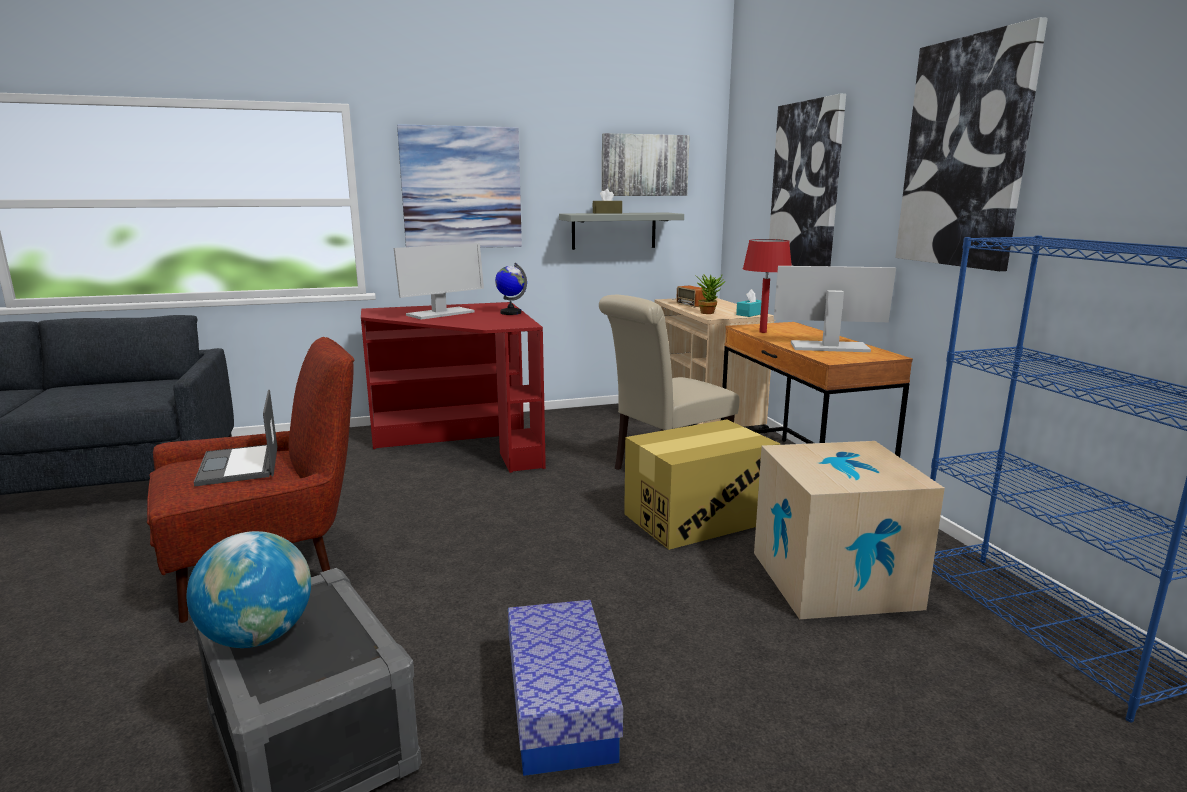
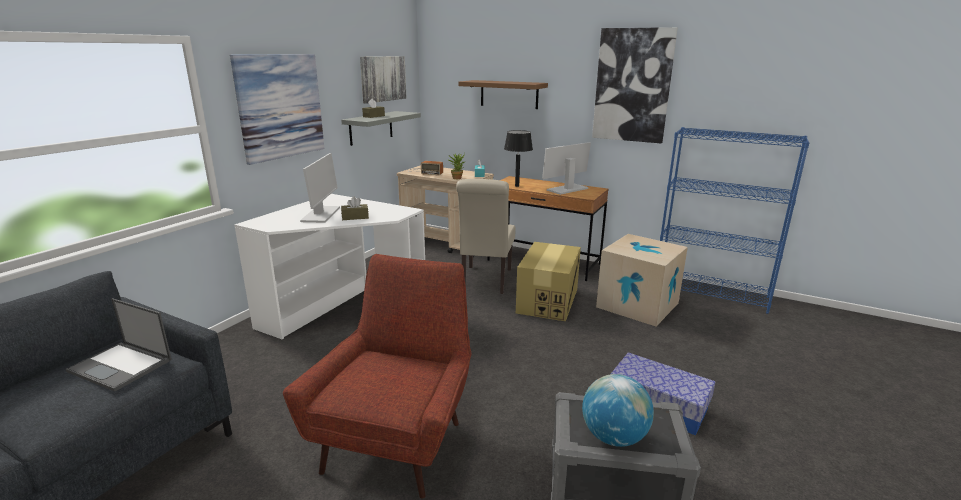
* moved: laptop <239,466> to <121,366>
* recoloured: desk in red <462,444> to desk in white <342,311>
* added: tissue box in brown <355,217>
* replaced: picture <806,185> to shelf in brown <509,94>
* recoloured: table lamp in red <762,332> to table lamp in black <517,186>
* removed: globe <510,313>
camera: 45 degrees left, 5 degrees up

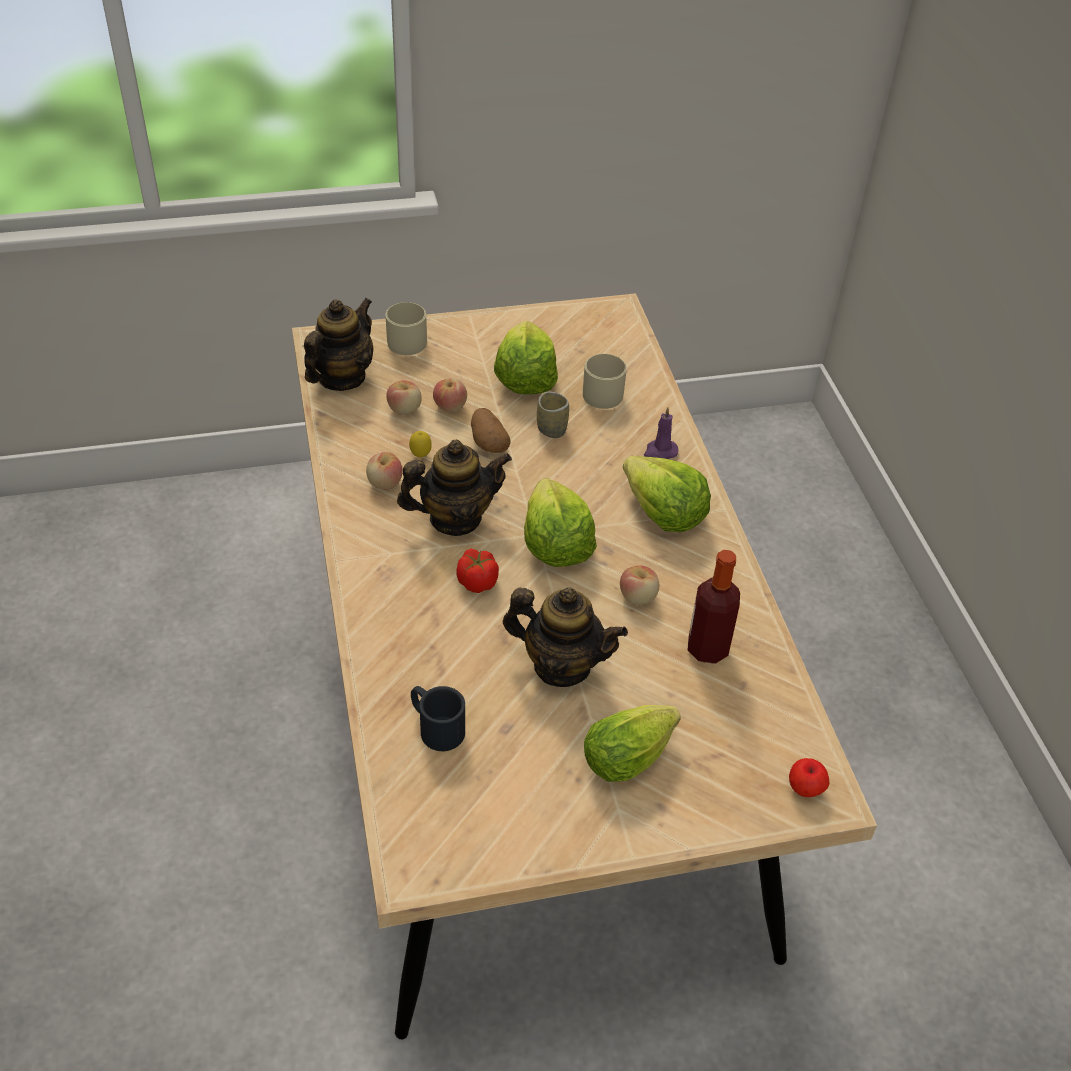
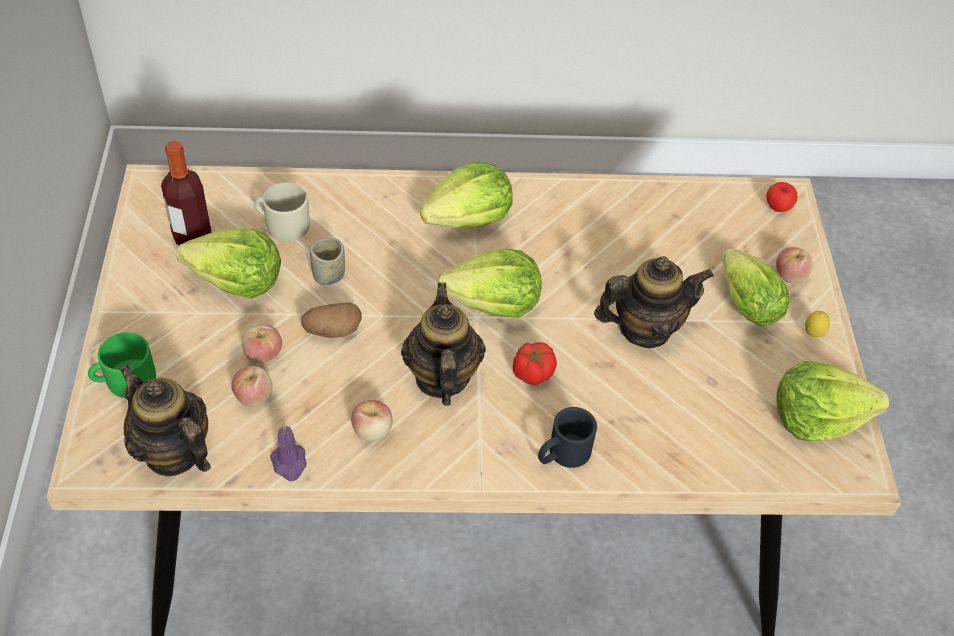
* recoloured: mug in beige <404,340> to mug in green <124,380>
* moved: bottle <707,649> to <192,236>
* moved: candle in purple <660,452> to <289,463>
* moved: mug in black <435,727> to <562,454>
* turned: teapot <561,665> = <644,328> 45 degrees clockwise
* moved: apple <638,597> to <789,275>
* added: lettuce <817,417>
* moved: lemon <420,456> to <812,334>
camera: 80 degrees left, 5 degrees up

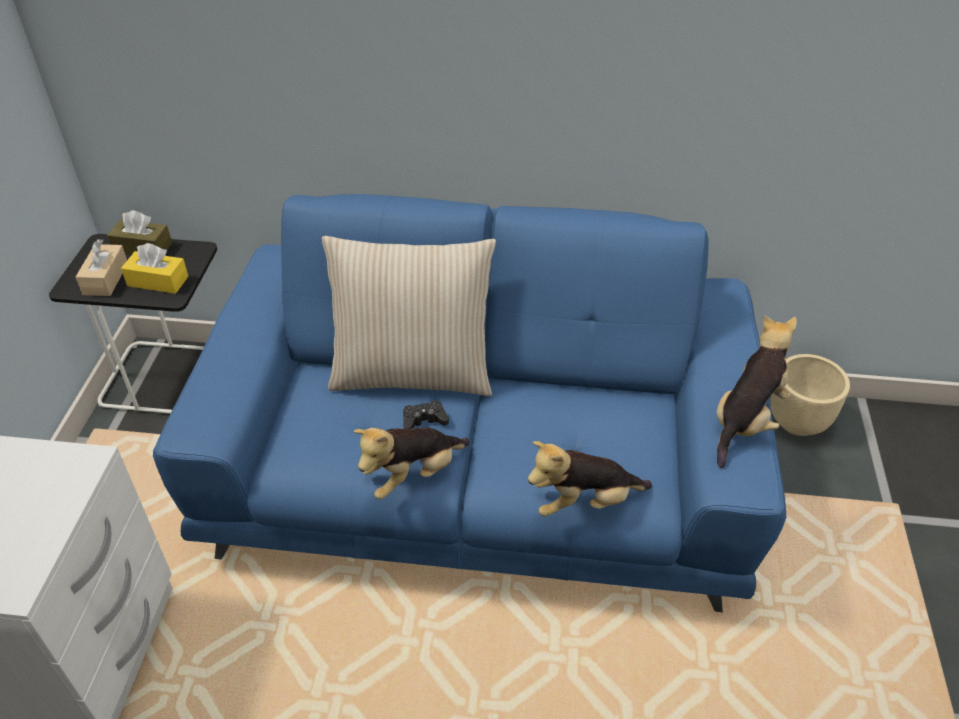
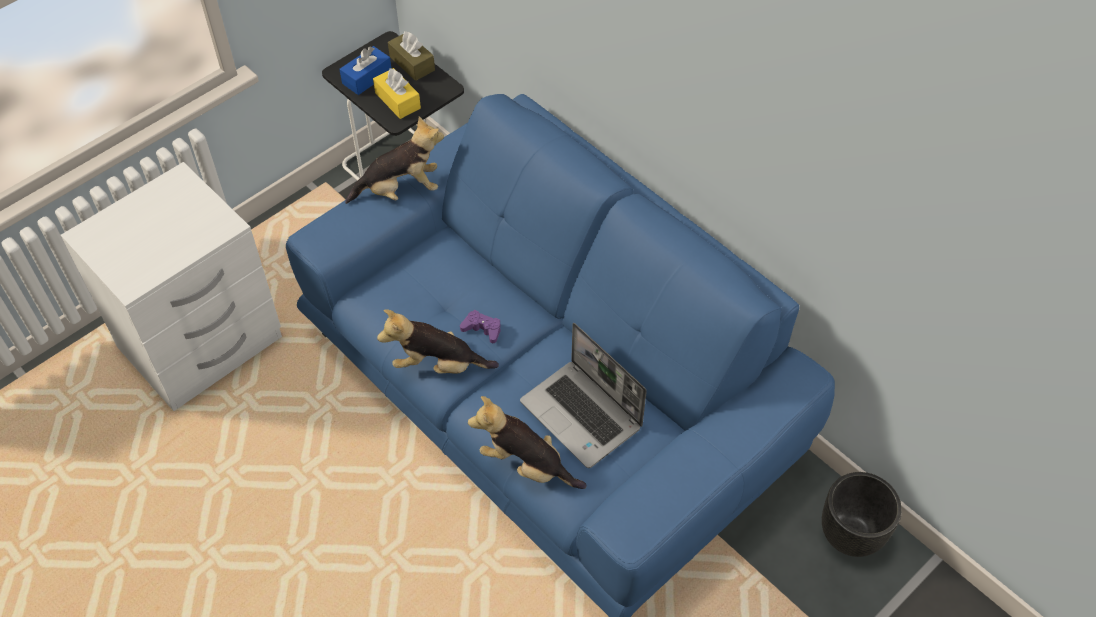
* recoloured: tissue box in beige <105,278> to tissue box in blue <367,77>
* moved: plush toy <746,420> to <401,190>
* recoloured: game controller in black <424,420> to game controller in purple <482,329>
* added: laptop <583,415>
* recoloured: planter in beige <797,422> to planter in black <851,535>
* removed: pillow in beige <412,373>
camera: 40 degrees right, 10 degrees up

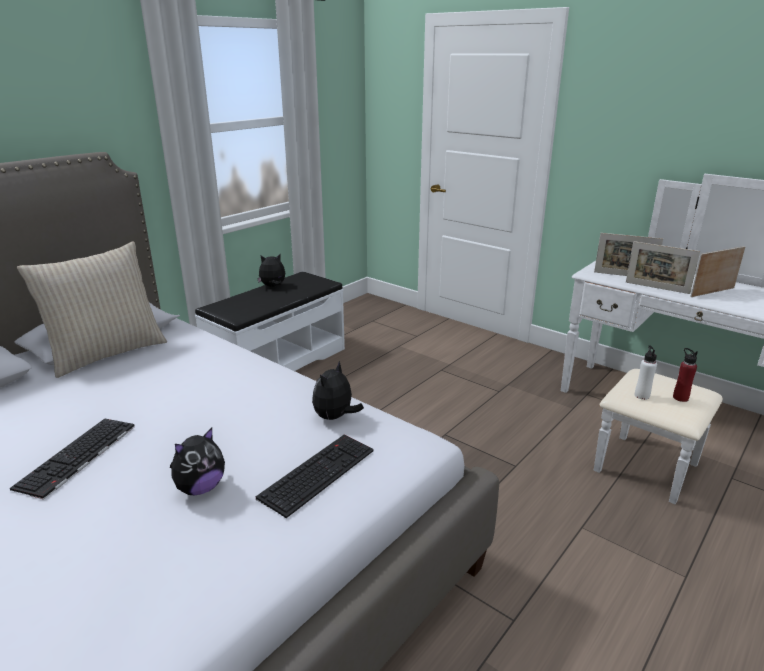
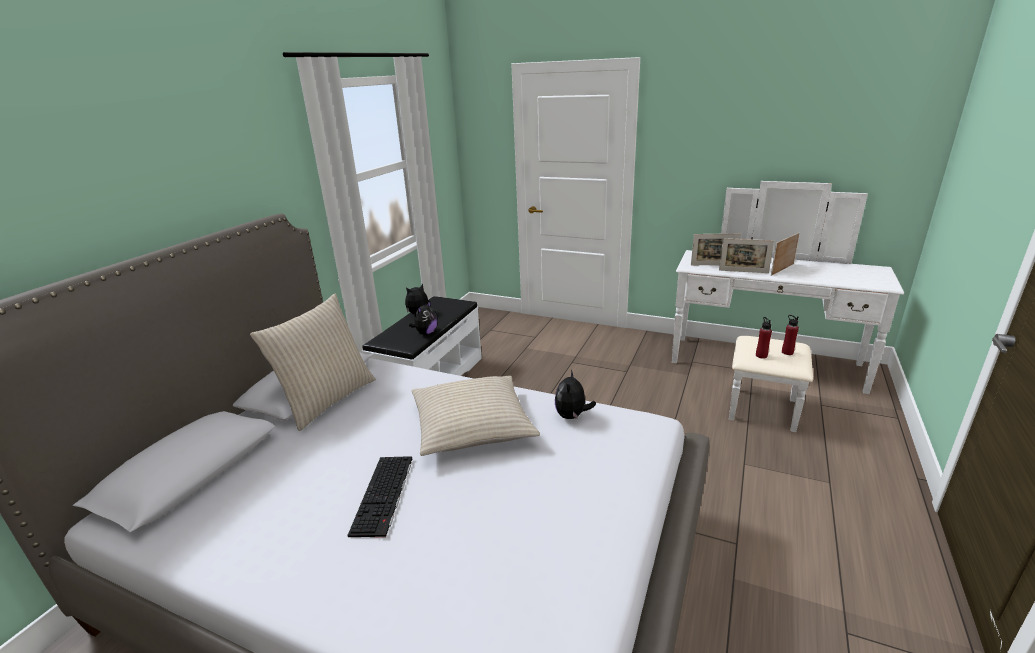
* moved: plush toy <200,488> to <426,333>
* added: pillow in beige <472,425>
* recoloured: bottle in white <642,395> to bottle in red <761,355>
* removed: keyboard <317,472>
camera: 15 degrees left, 0 degrees up

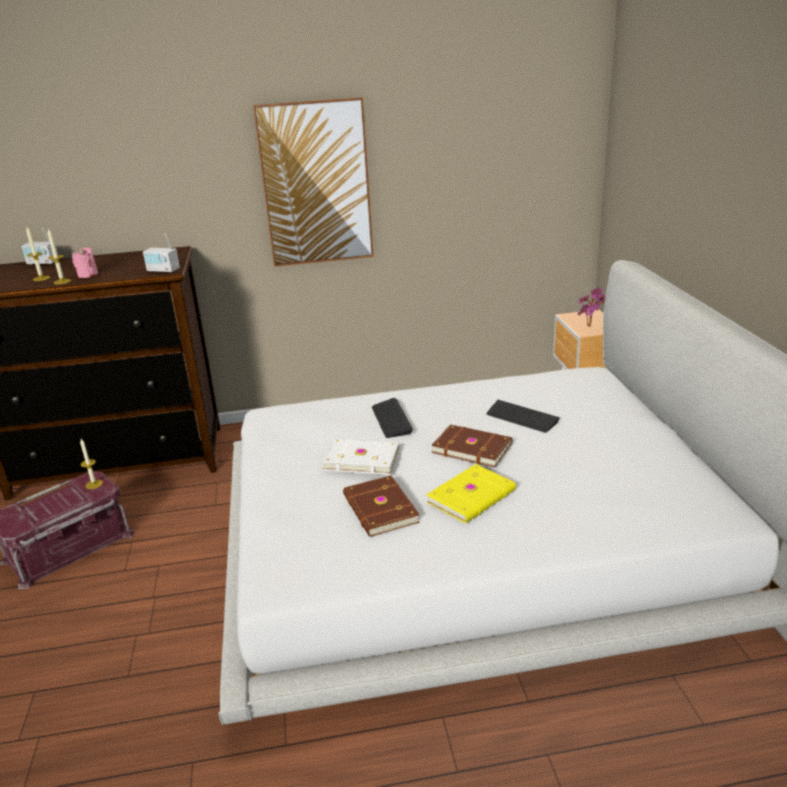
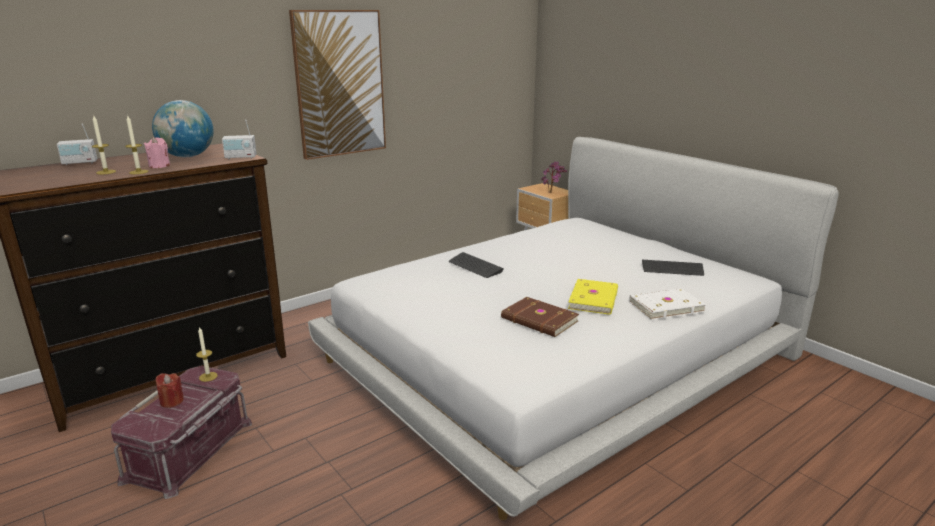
* added: globe <187,156>
* added: candle in red <171,401>
* moved: book in white <361,458> to <665,306>
* moved: keyboard <522,417> to <672,269>
* removed: book in brown <472,447>
camera: 30 degrees left, 5 degrees down

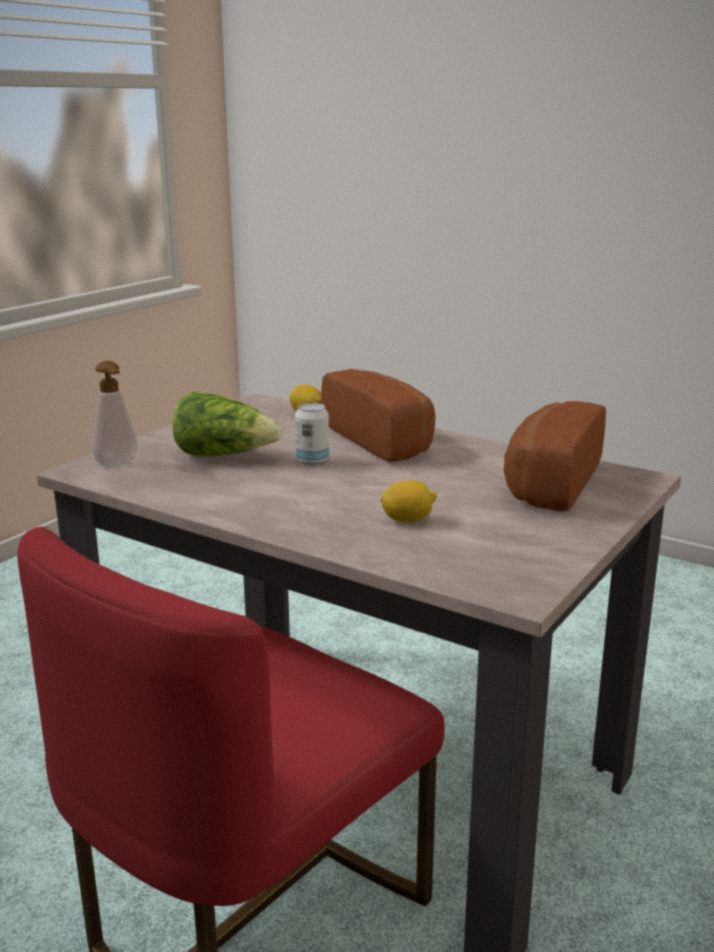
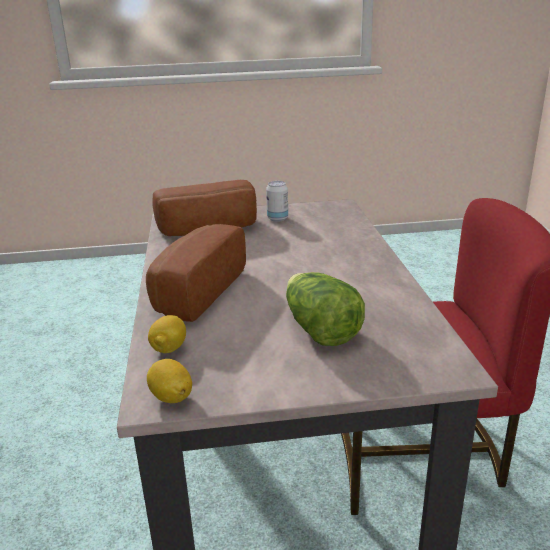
* moved: lemon <408,520> to <171,397>
* moved: can <312,461> to <277,218>
* removed: soap dispenser <118,465>
camera: 130 degrees left, 5 degrees up

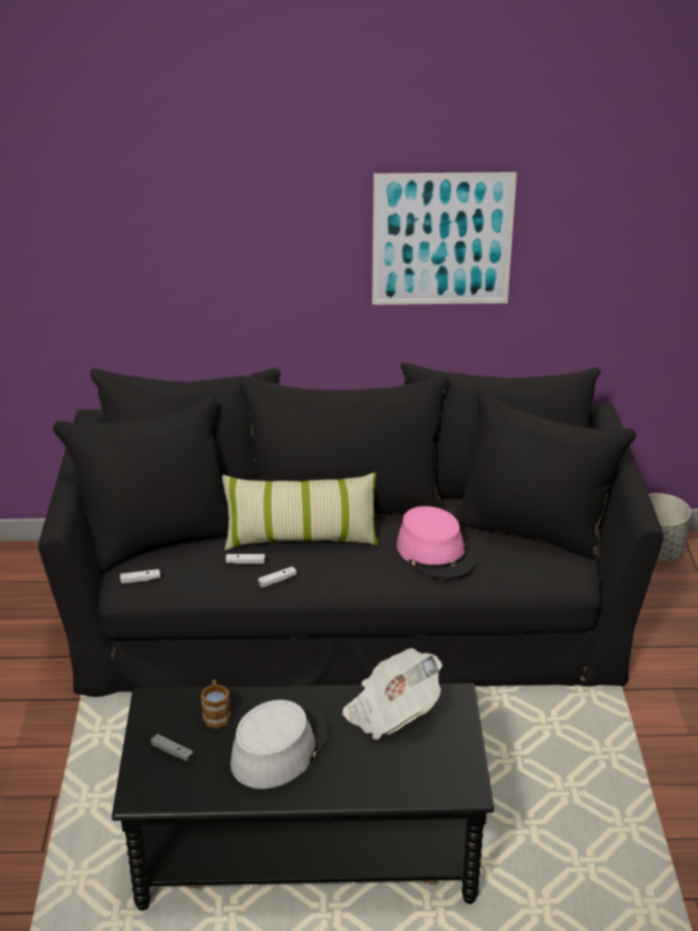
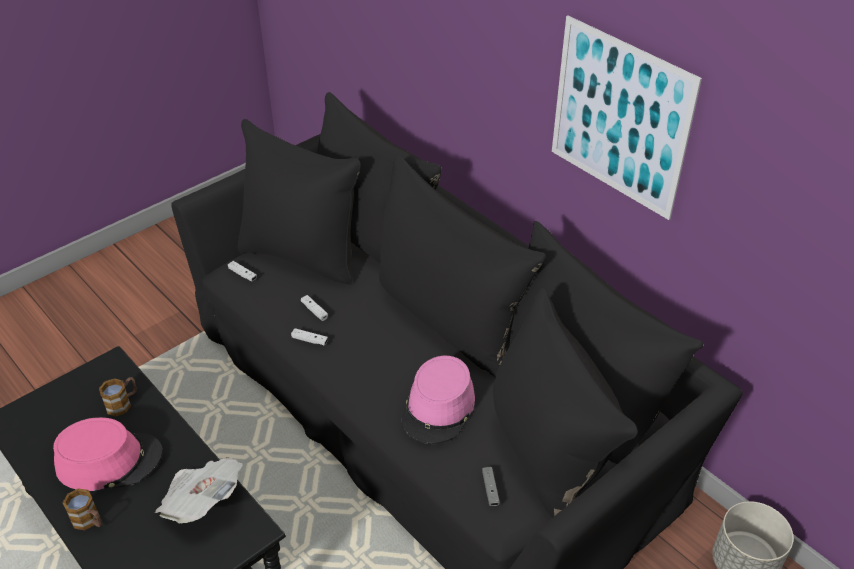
* recoloured: hat in grey <279,748> to hat in pink <109,461>
* added: mug <89,521>
* moved: game controller in grey <172,752> to <490,489>
* removed: pillow <301,538>
camera: 50 degrees right, 10 degrees up

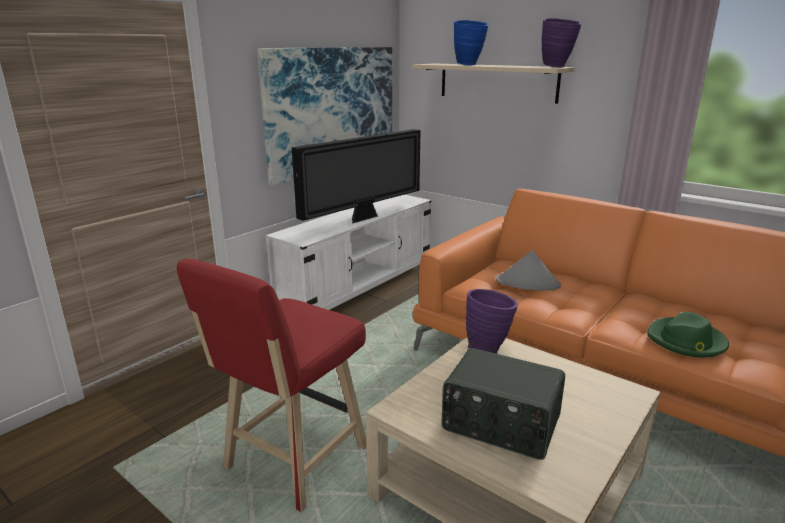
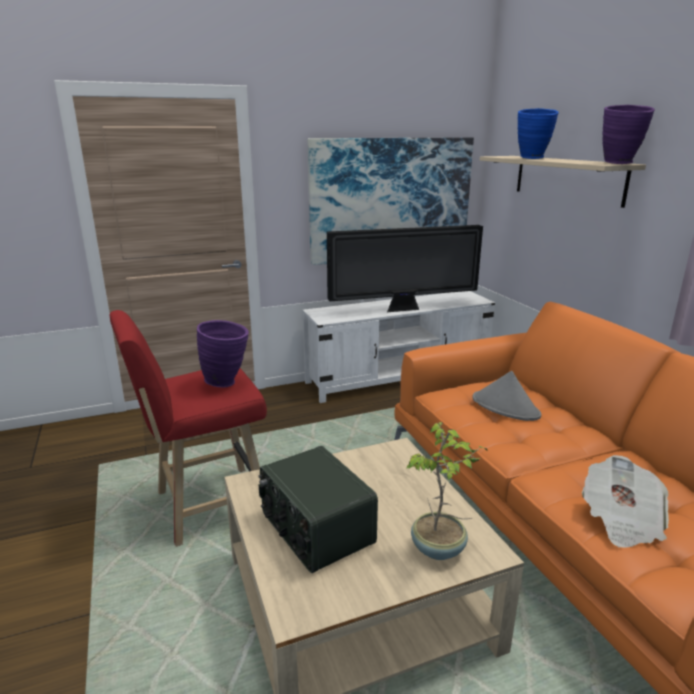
* moved: vase in purple <488,349> to <227,382>
* added: potted plant <439,549>
* replaced: hat in green <686,341> to newspaper <621,520>
camera: 30 degrees right, 0 degrees up

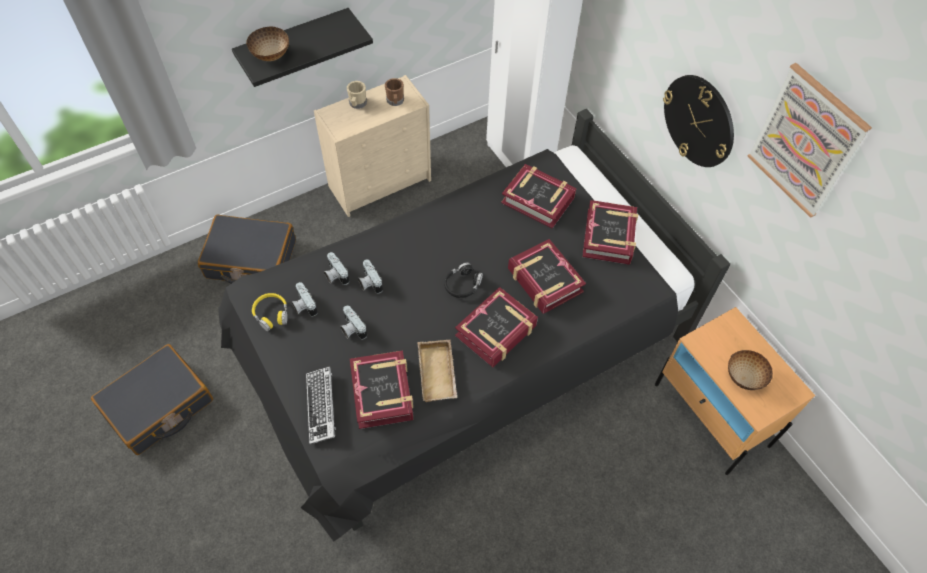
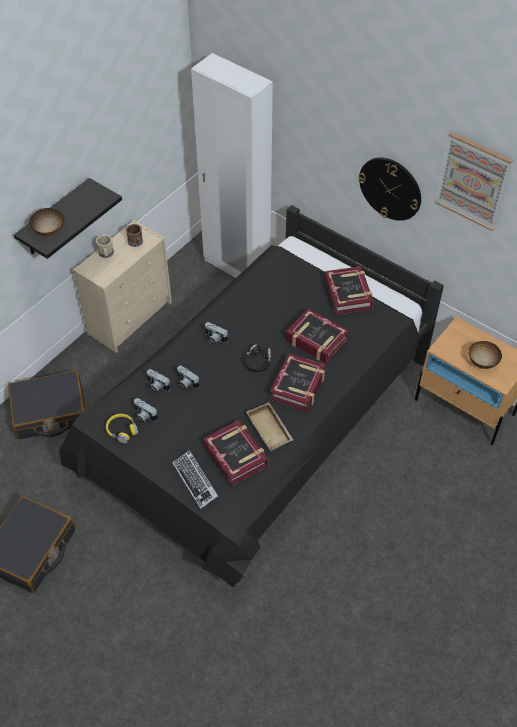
* moved: photo camera <352,329> to <214,339>
* removed: book <538,200>
camera: 20 degrees left, 5 degrees down

